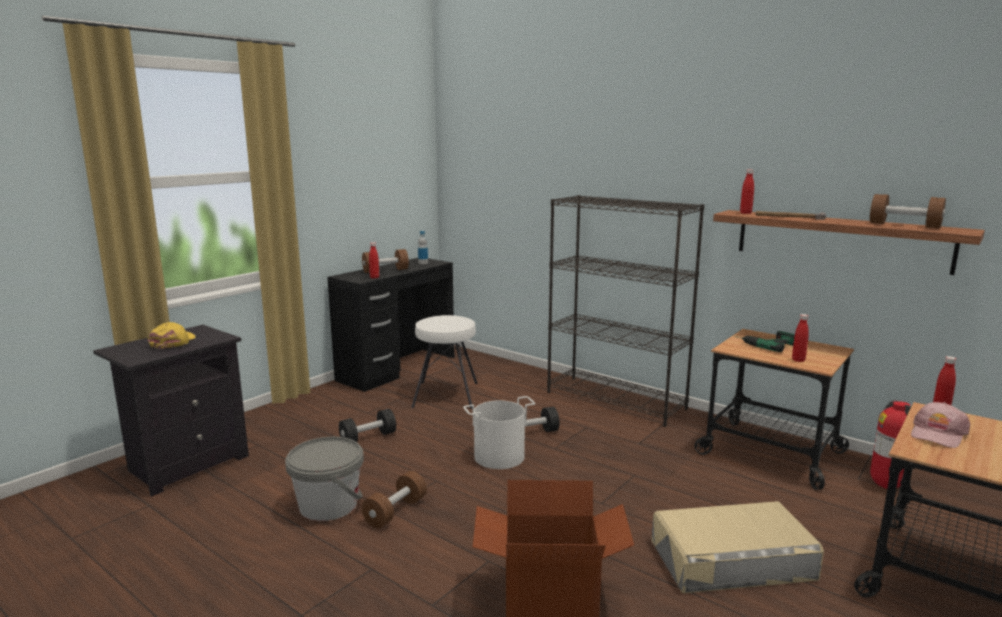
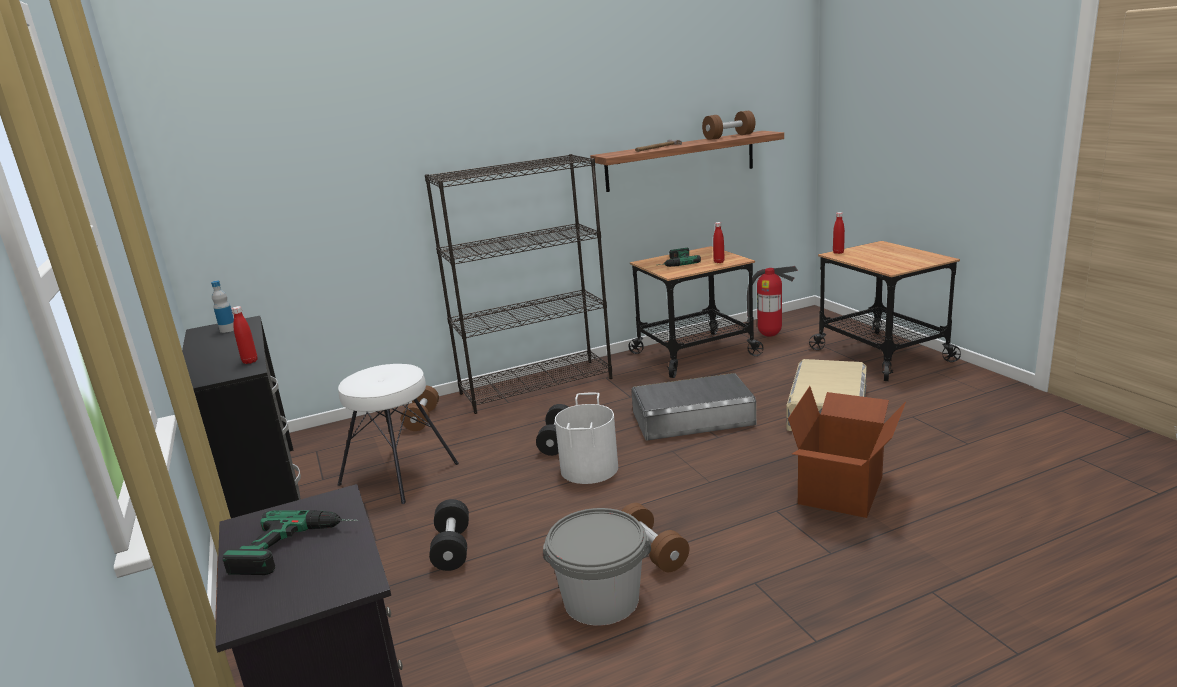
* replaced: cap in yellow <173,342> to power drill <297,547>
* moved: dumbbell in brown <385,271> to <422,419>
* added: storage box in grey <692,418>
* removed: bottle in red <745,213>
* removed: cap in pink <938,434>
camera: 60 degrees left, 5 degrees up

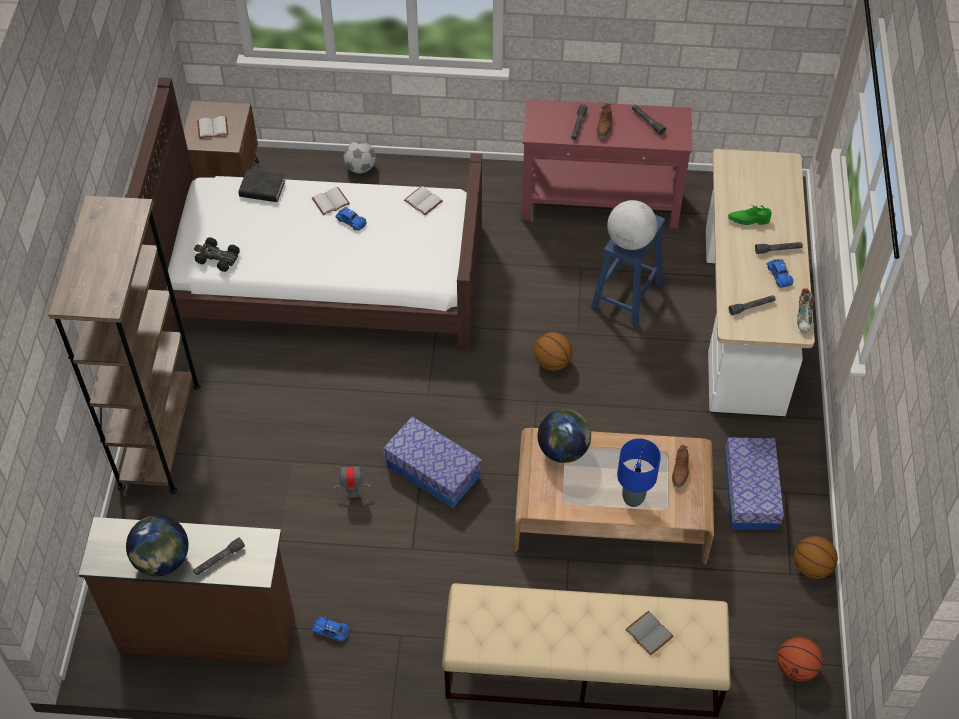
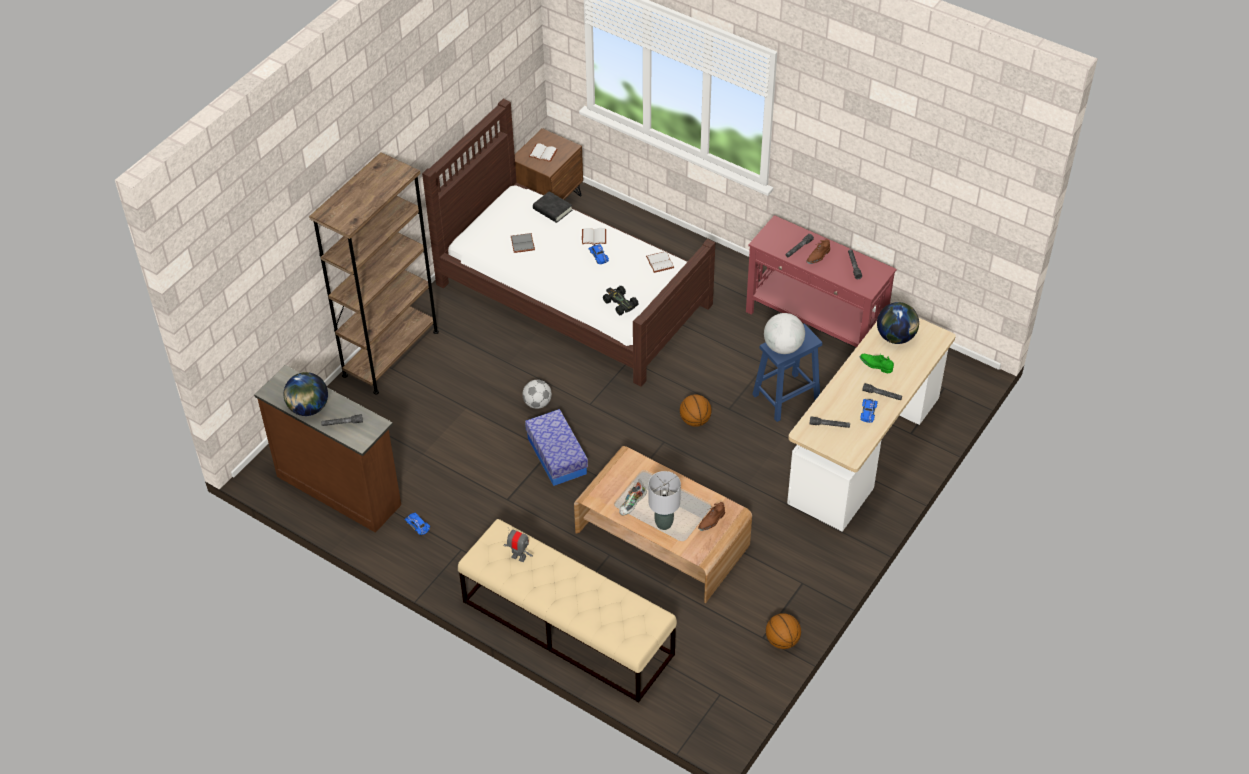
* moved: toy robot <353,493> to <519,557>
* moved: book in grey <650,633> to <523,244>
* moved: football <360,168> to <537,403>
* moved: toy car in black <217,258> to <620,303>
* moved: shoe <804,317> to <632,505>
* recoloured: table lamp in blue <633,498> to table lamp in grey <664,523>
* moved: globe <563,450> to <896,337>
* removed: storage box <750,492>
* removed: basketball <796,668>
camera: 30 degrees right, 5 degrees down

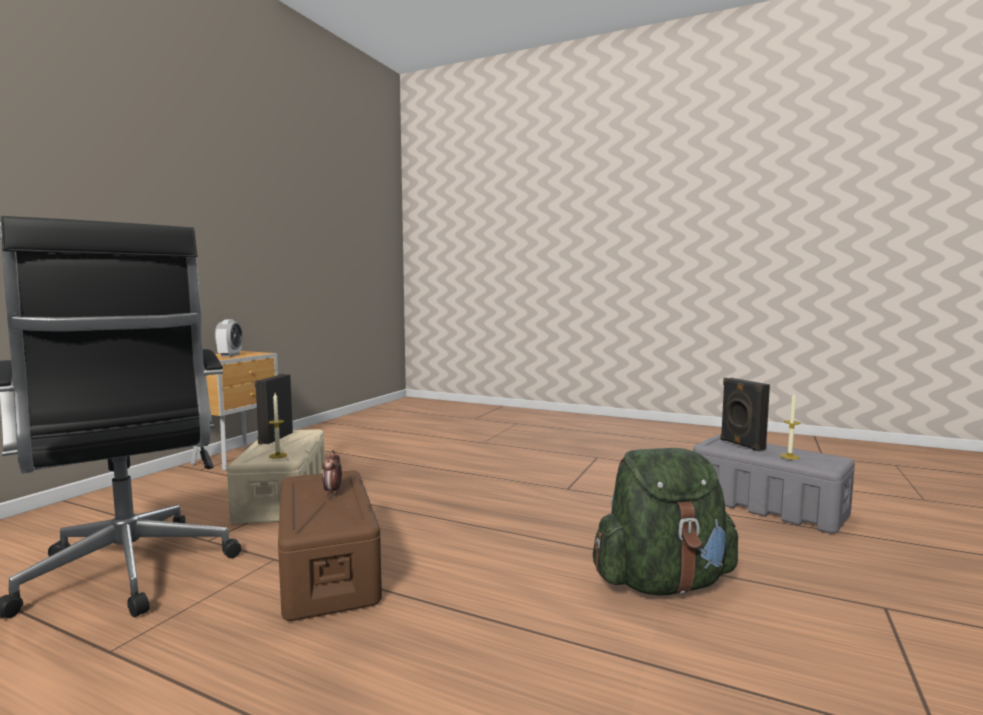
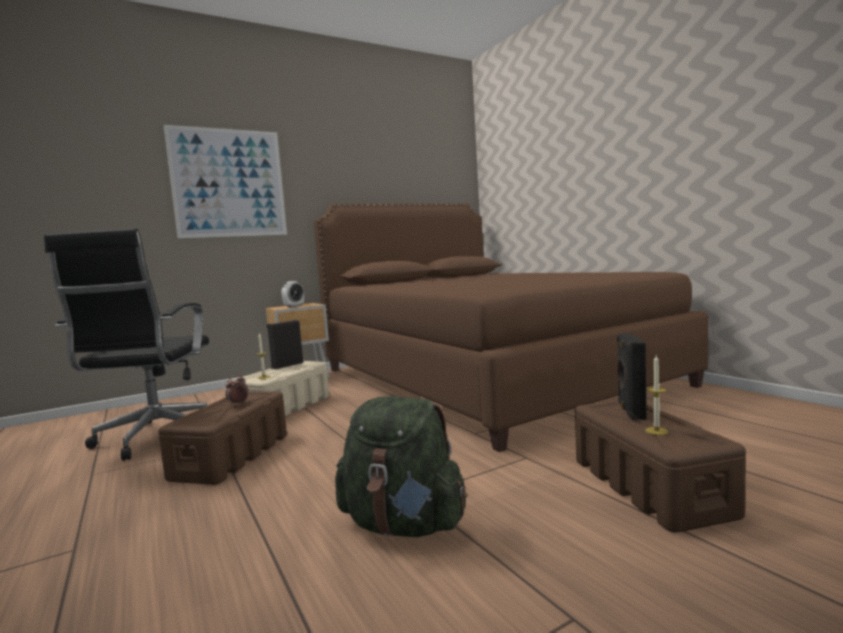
* added: picture <229,183>
* added: bed in brown <486,377>
* recoloured: storage box in grey <766,505> to storage box in brown <648,486>
camera: 35 degrees right, 0 degrees up

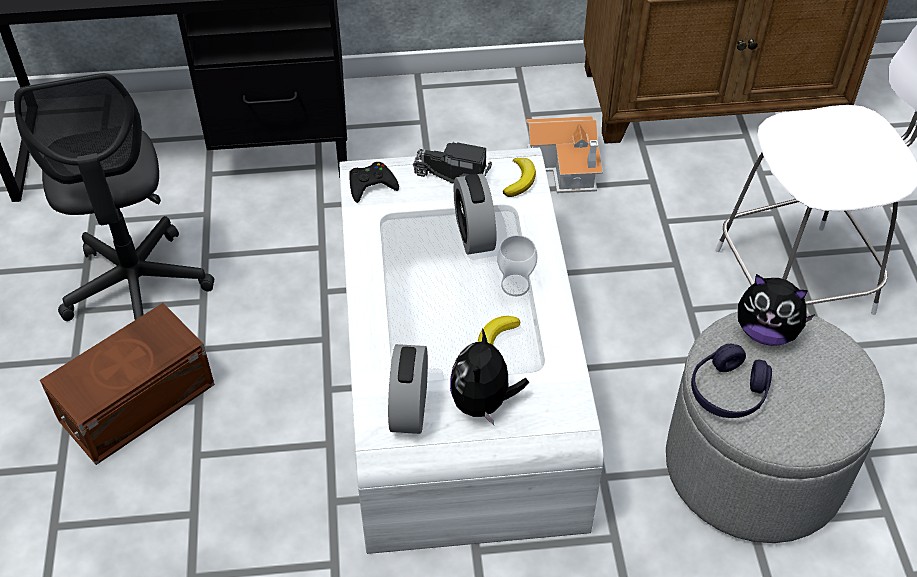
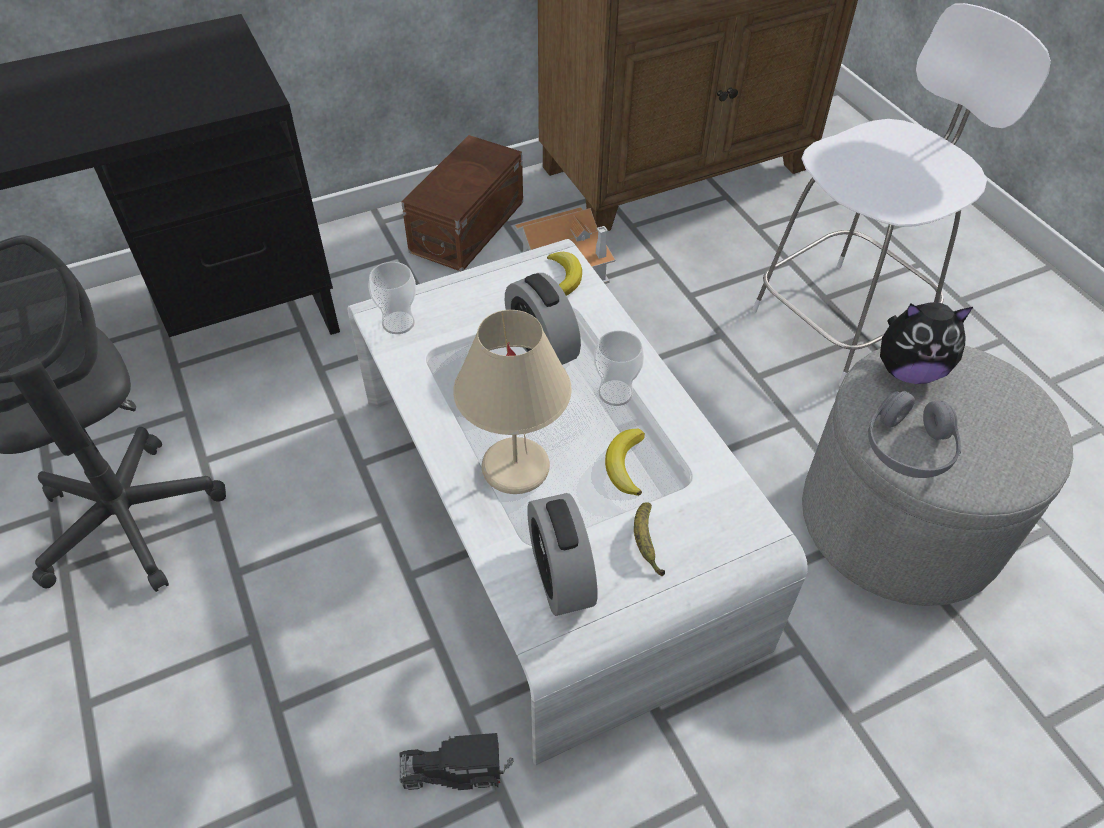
* replaced: game controller in black <371,185> to cup <398,323>
* moved: toy truck <453,173> to <457,769>
* moved: storage box in brown <140,402> to <470,226>
* added: table lamp in beige <514,467>
* replaced: plush toy <483,403> to banana <646,542>
* recoloured: headphones in purple <728,392> to headphones in grey <908,447>
camera: 20 degrees left, 0 degrees up

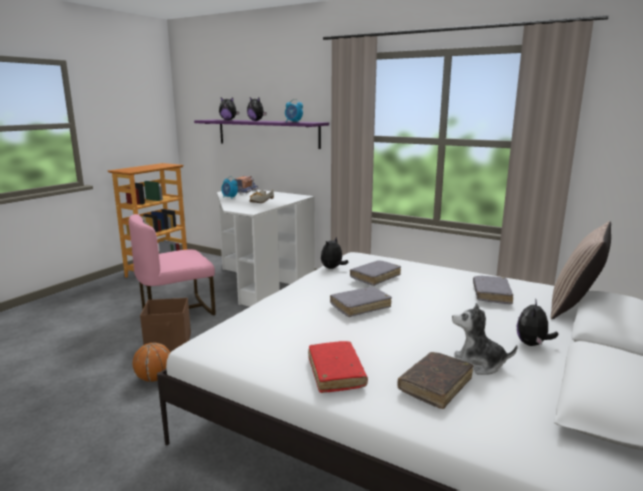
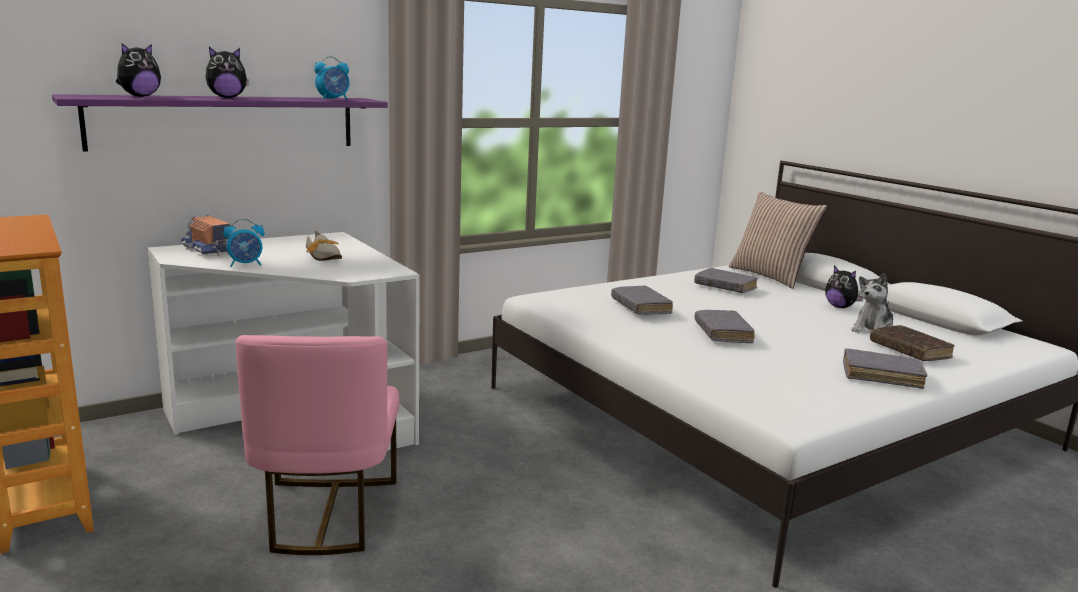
* recoloured: book in red <336,373> to book in grey <881,376>
* removed: basketball <154,378>
* removed: storage box in brown <169,344>
* removed: plush toy <332,268>
camera: 65 degrees left, 0 degrees up

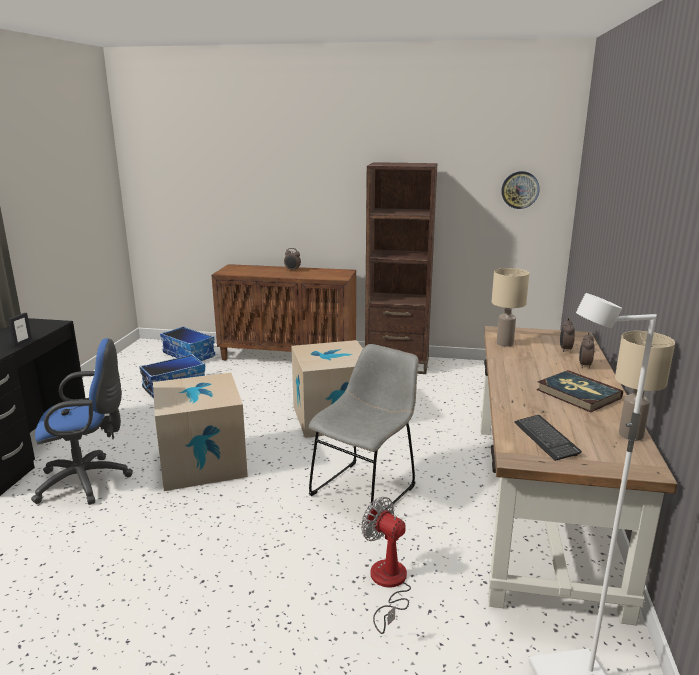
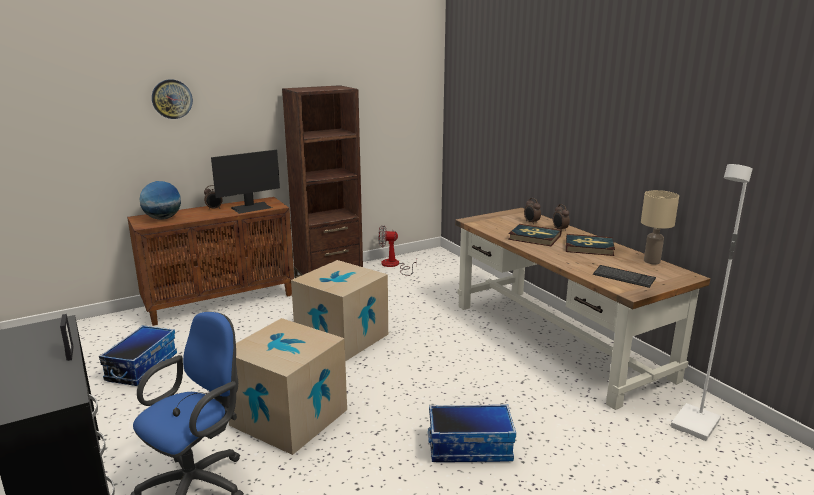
* added: globe <163,218>
* moved: wall clock <520,190> to <172,99>
* added: monitor <251,207>
* moved: fan <388,584> to <394,265>
* moved: storage box <189,354> to <470,447>
* added: book <534,237>
* removed: chair in grey <366,488>
* removed: table lamp in beige <504,343>
camera: 40 degrees left, 0 degrees up

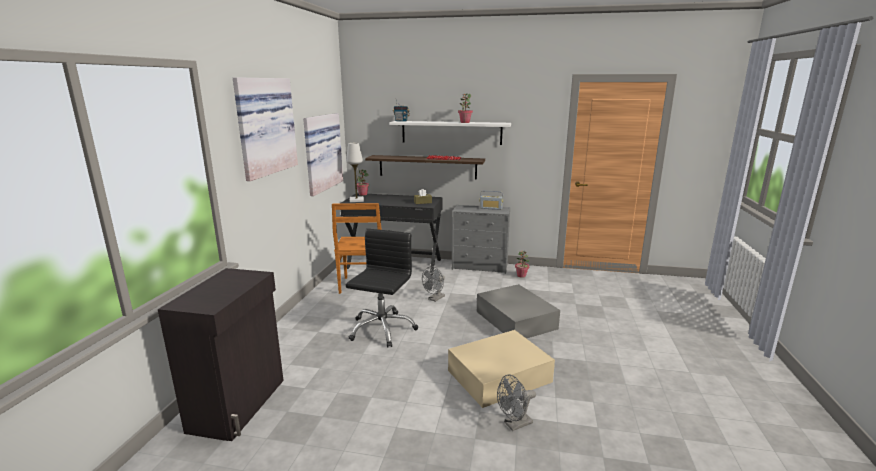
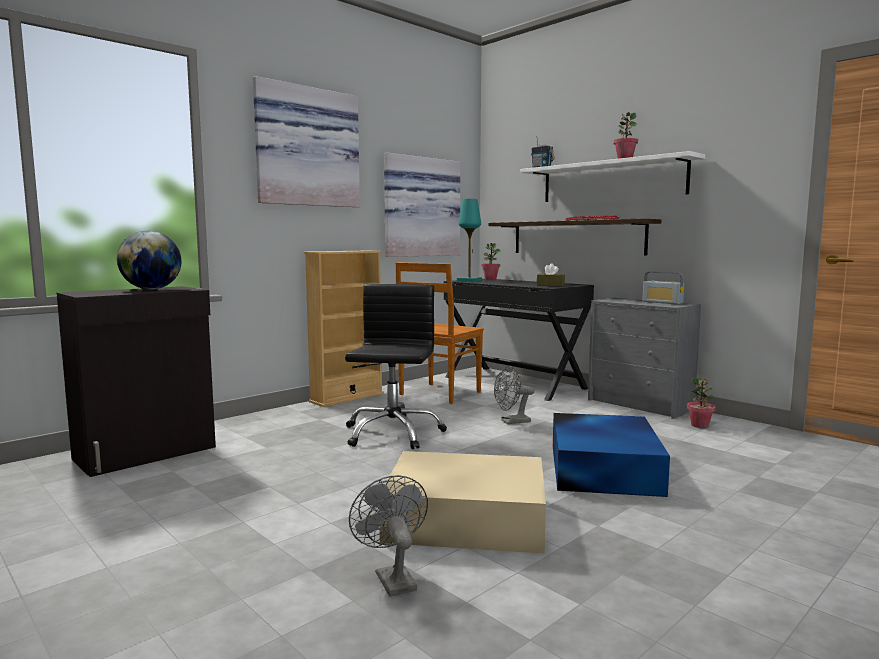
* added: globe <151,289>
* added: bookcase in beige <347,397>
* turned: office chair in black <382,329> = <392,433> 45 degrees counterclockwise
* turned: fan in grey <514,424> = <392,578> 60 degrees clockwise
* recoloured: table lamp in white <356,200> to table lamp in turquoise <469,280>
* recoloured: storage box in grey <515,319> to storage box in blue <604,468>
camera: 35 degrees right, 10 degrees down

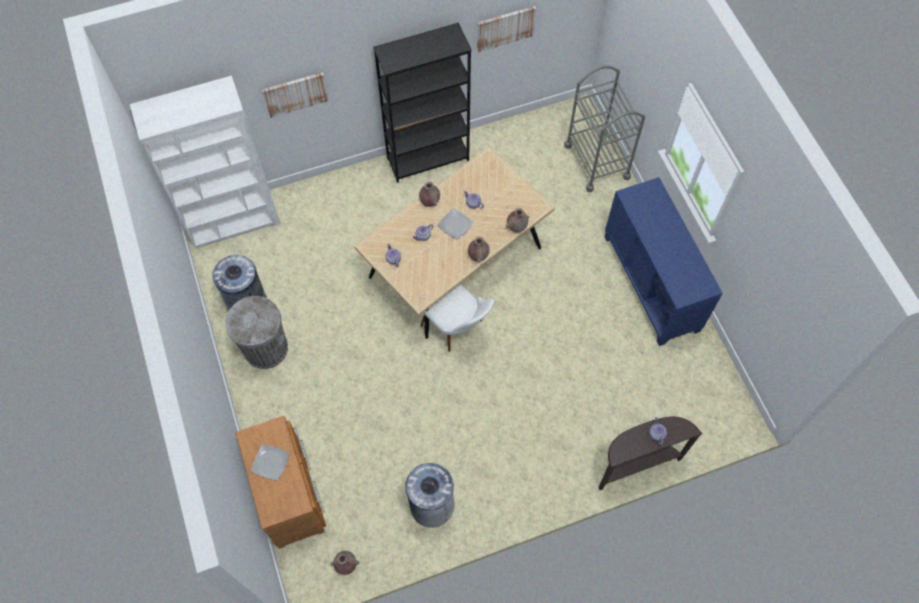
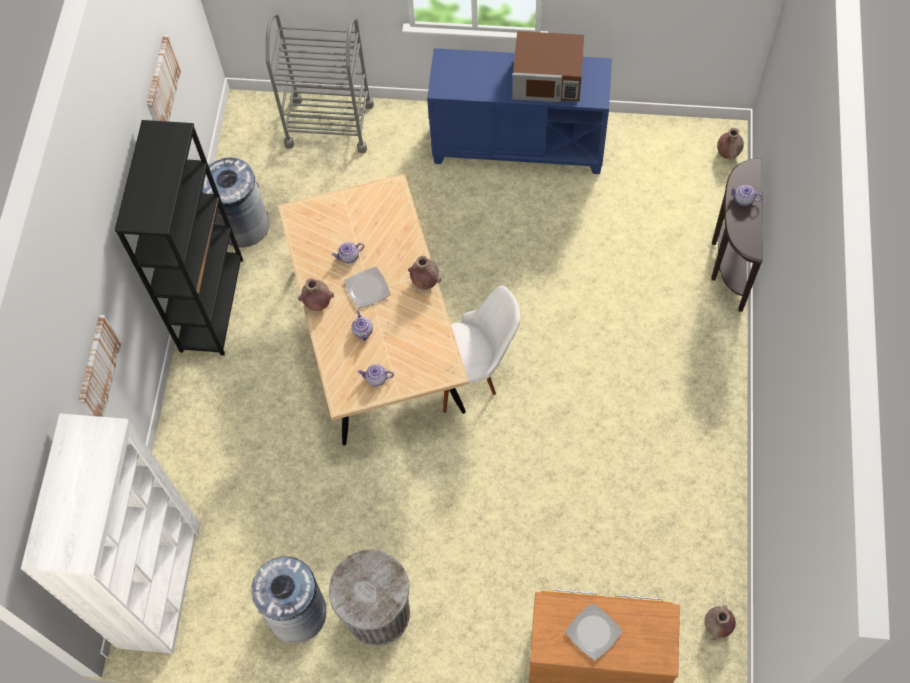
* moved: trash can in grey <432,505> to <243,225>
* added: microwave in brown <548,79>
* moved: vase in brown <516,227> to <727,153>
camera: 60 degrees left, 0 degrees up

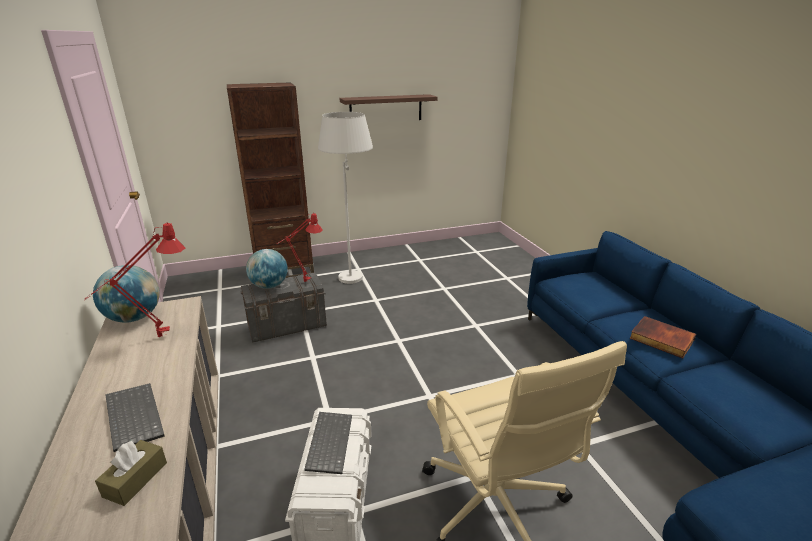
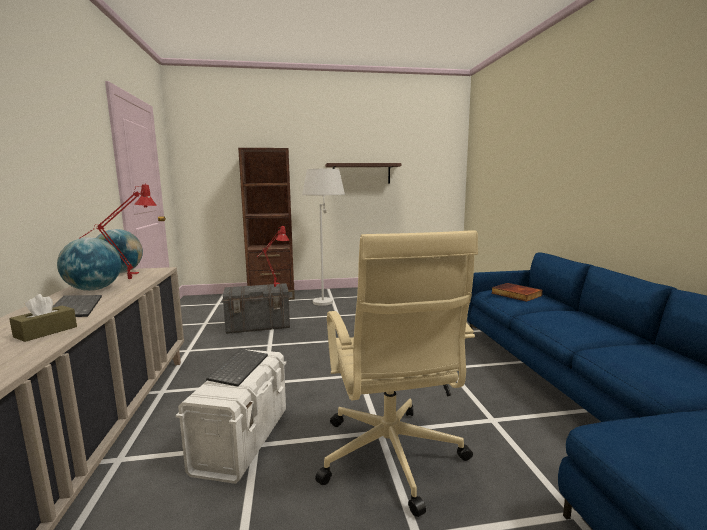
* moved: globe <269,286> to <94,289>
* moved: book <660,339> to <515,294>
camera: 10 degrees right, 15 degrees down

